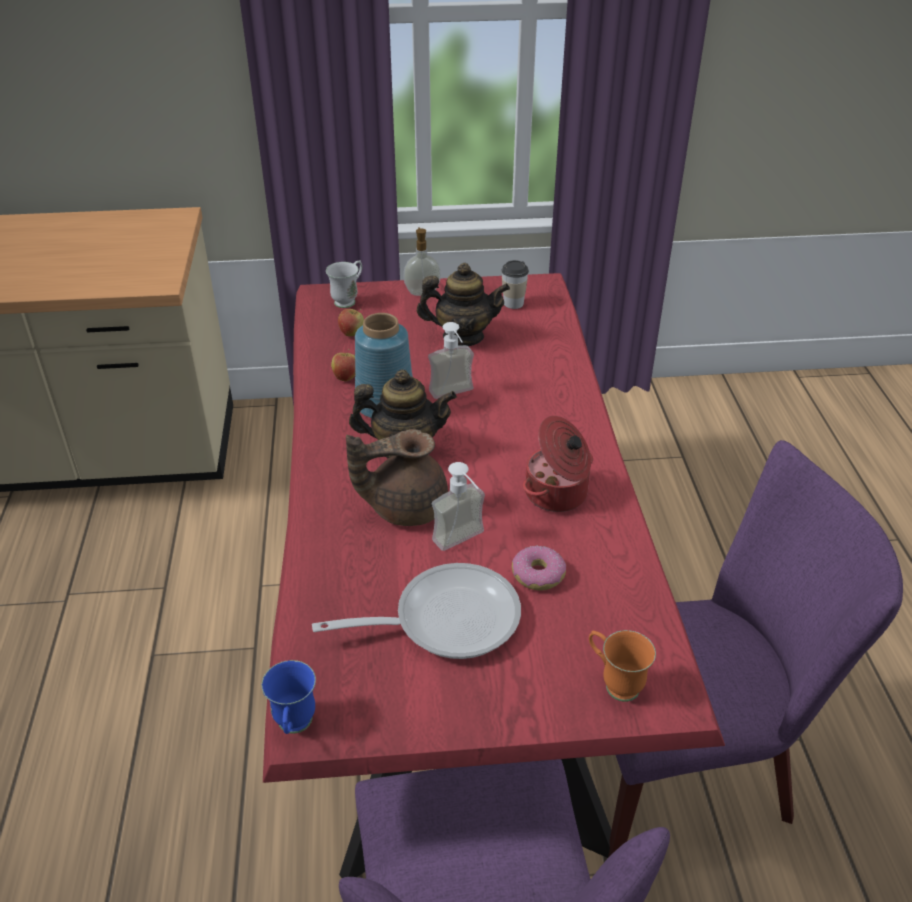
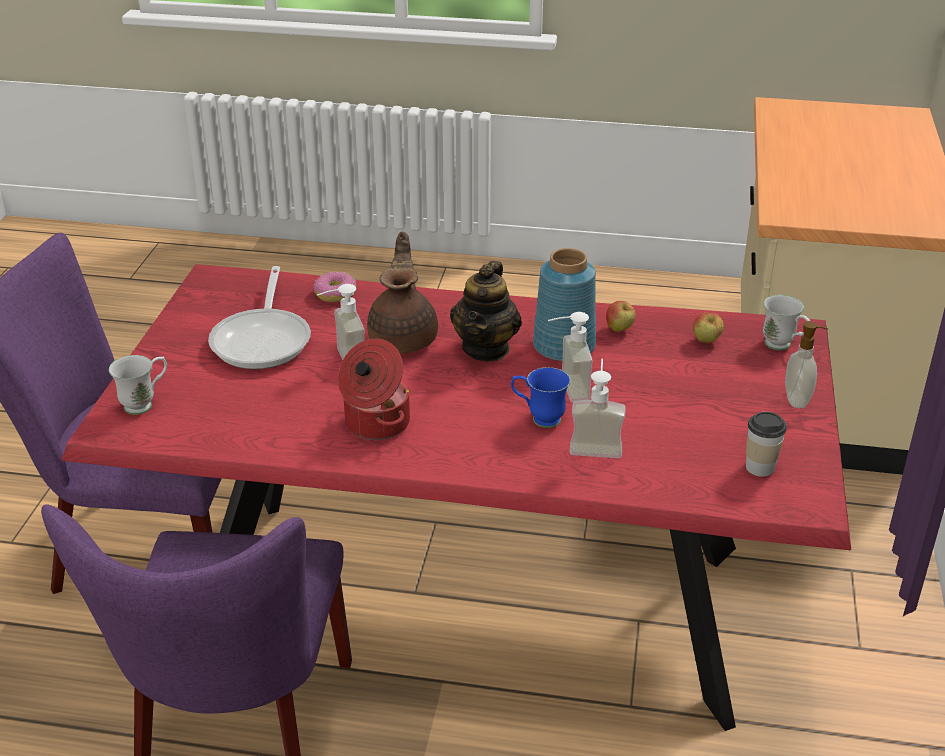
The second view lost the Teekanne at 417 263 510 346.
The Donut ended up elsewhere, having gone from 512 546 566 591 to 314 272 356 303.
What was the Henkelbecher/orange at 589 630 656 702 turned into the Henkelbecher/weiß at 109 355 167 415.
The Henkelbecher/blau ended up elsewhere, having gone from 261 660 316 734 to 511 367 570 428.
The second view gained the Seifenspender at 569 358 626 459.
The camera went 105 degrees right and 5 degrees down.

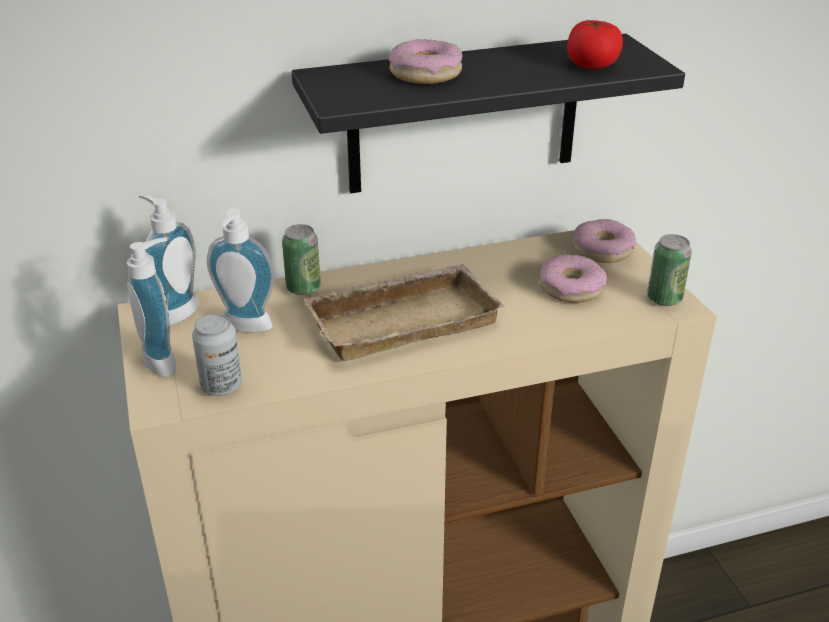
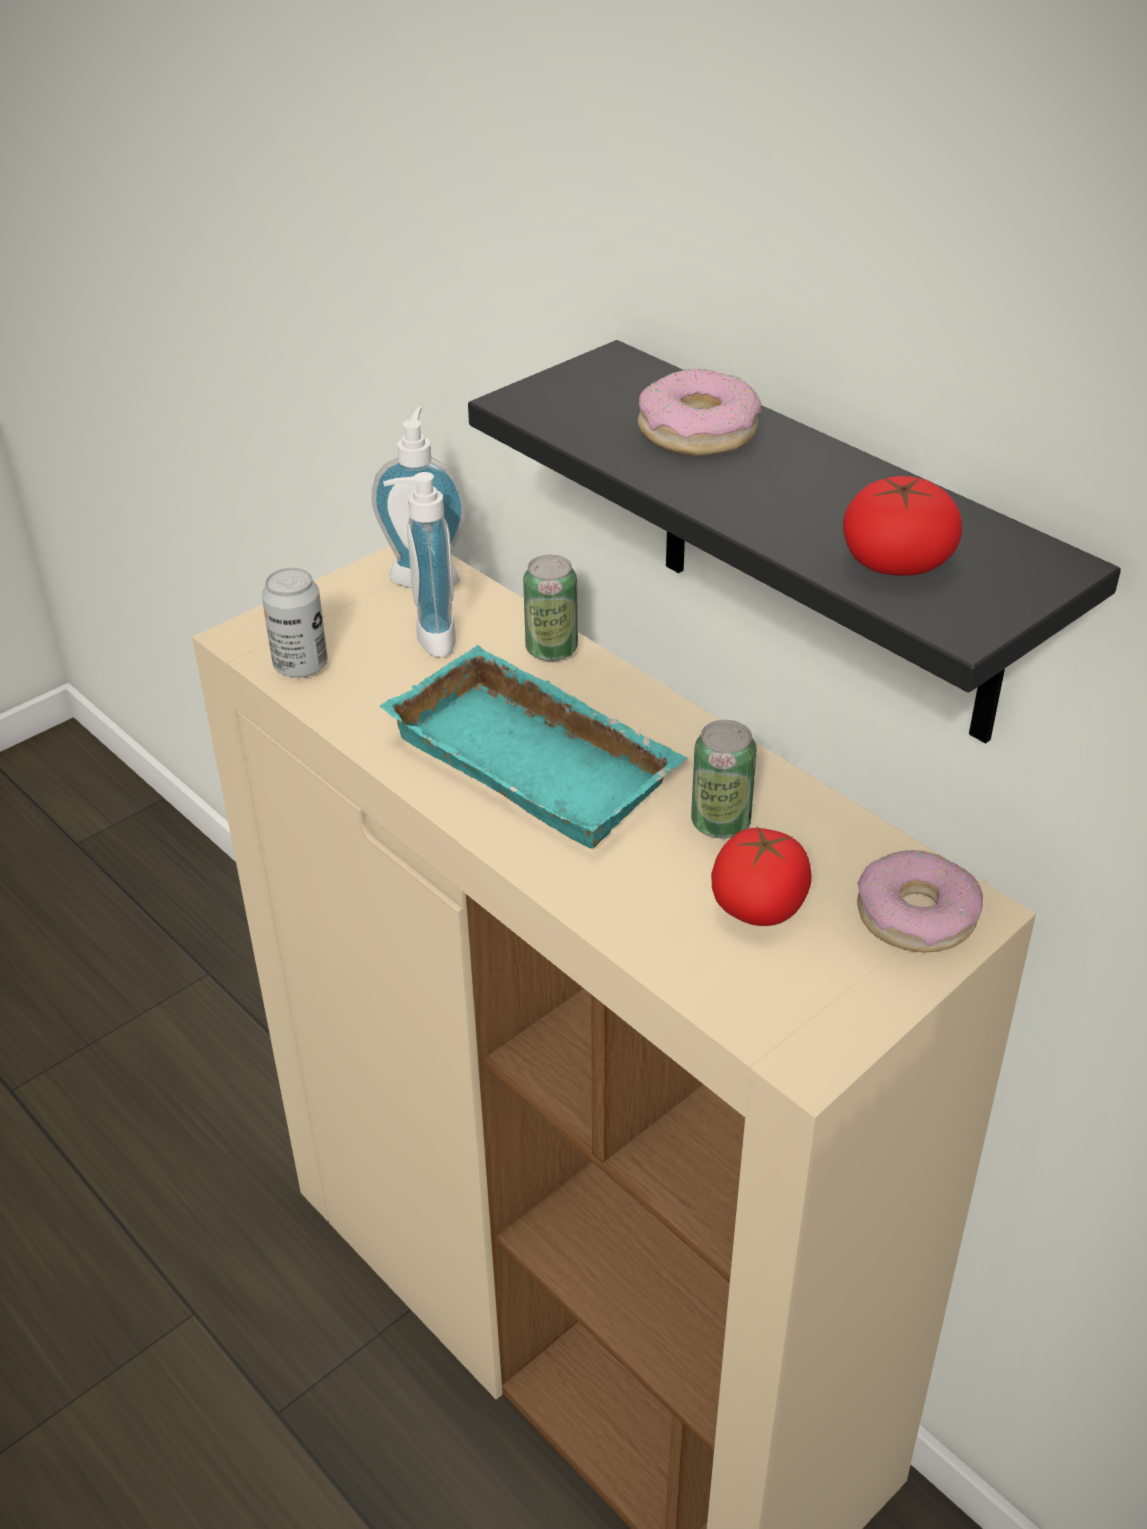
The Dose ended up elsewhere, having gone from 647 234 692 306 to 691 720 757 838.
The second view lost the Seifenspender at 127 237 176 377.
Where the Donut stood at 540 255 607 303, the Tomate came to stand at 711 826 812 926.
What was the Tablett/beige at 302 264 505 361 turned into the Tablett/türkis at 380 645 688 849.
The camera went 65 degrees right and 5 degrees up.

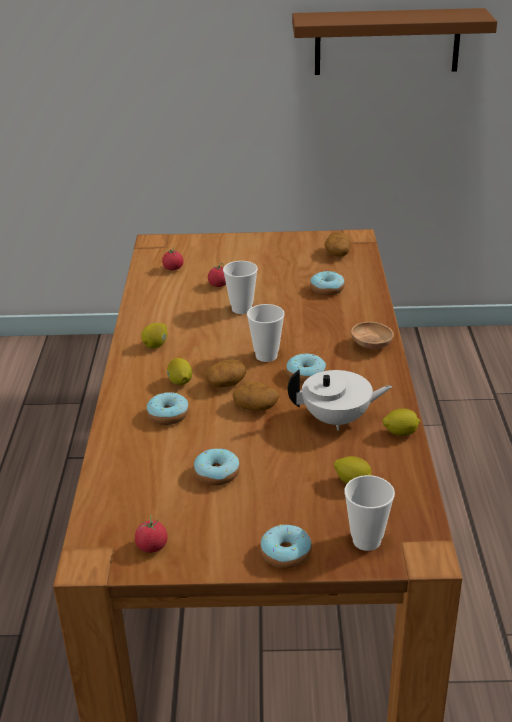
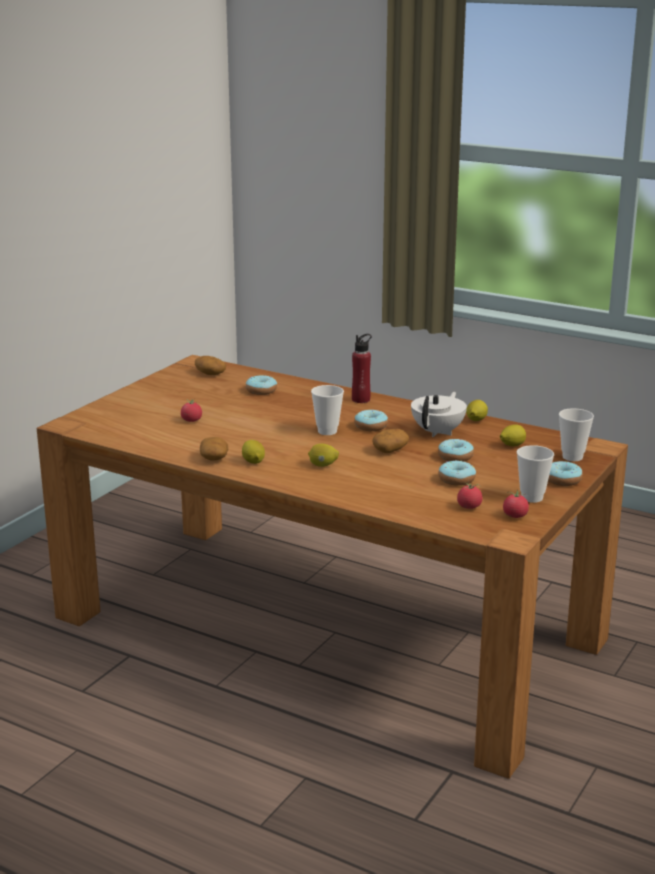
The second view lost the Wandregal/braun at 292 8 497 75.
The Tomate ended up elsewhere, having gone from 162 248 183 270 to 457 483 482 509.
The Tasse ended up elsewhere, having gone from 223 261 258 314 to 517 445 554 503.
Where the Schüssel/braun stood at 351 322 394 349, the Flasche/rot came to stand at 352 334 372 403.
The Kartoffel ended up elsewhere, having gone from 205 359 246 387 to 200 437 228 461.
The Donut ended up elsewhere, having gone from 147 392 189 425 to 438 439 474 461.
The camera went 60 degrees left and 10 degrees down.

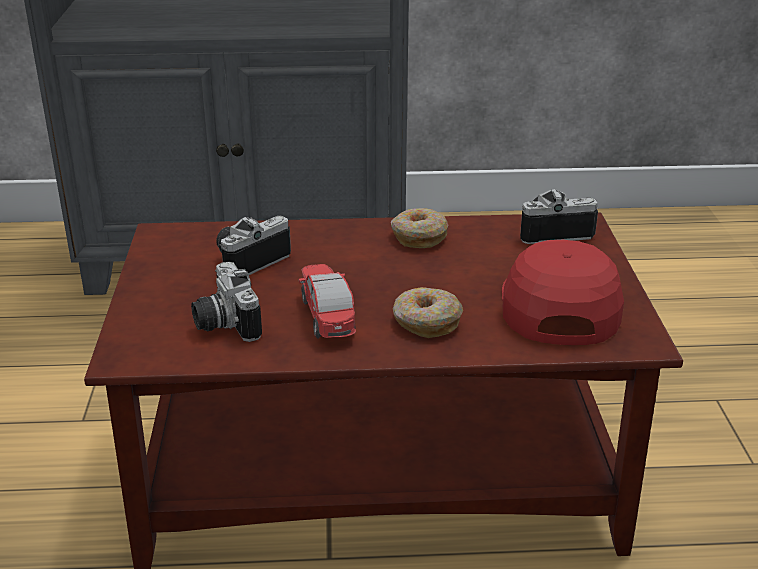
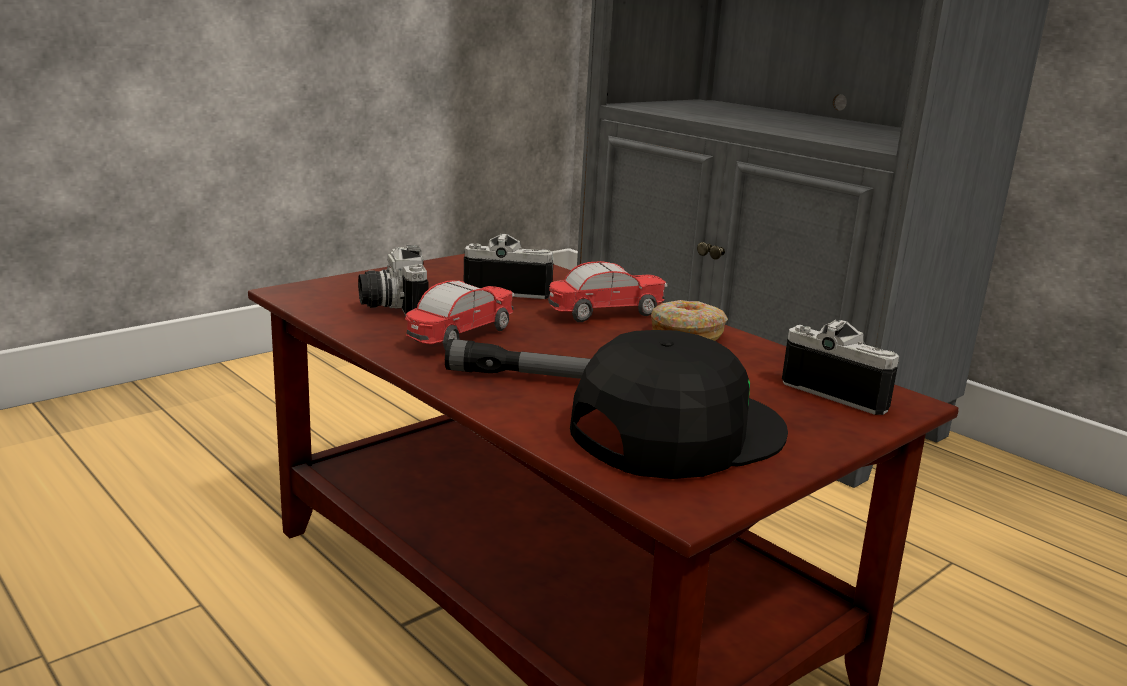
What was the Kappe/rot at 502 240 624 345 turned into the Kappe/schwarz at 570 330 788 479.
The Kamera at 191 262 262 342 ended up facing another way, 45 degrees counterclockwise from before.
Where the Donut stood at 393 287 463 338, the Taschenlampe came to stand at 445 339 591 379.
The second view gained the Spielzeugauto at 548 261 668 322.
The camera went 50 degrees right and 10 degrees down.

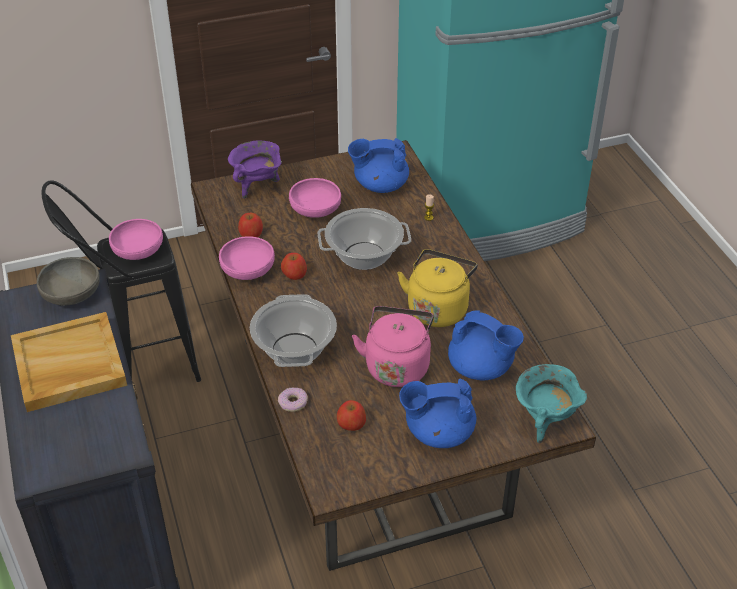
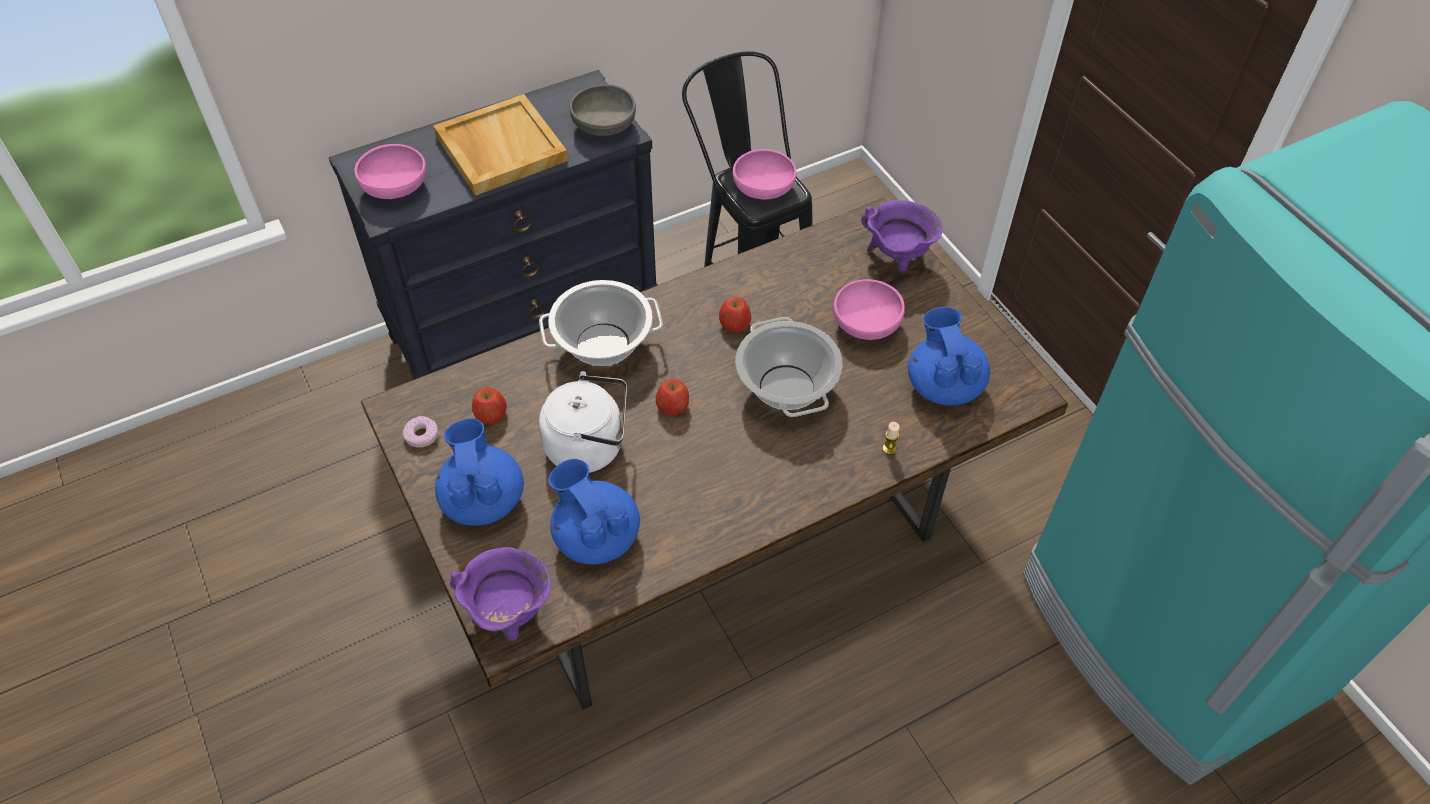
The Apfel ended up elsewhere, having gone from 238 212 263 237 to 656 379 689 416.
The Schüssel/rosa ended up elsewhere, having gone from 219 236 275 280 to 354 144 426 199.
The second view lost the Wasserkessel/gelb at 397 249 478 327.
What was the Wasserkessel/rosa at 352 306 434 387 turned into the Wasserkessel/weiß at 539 371 627 473.
The Teekanne/blau at 448 310 524 380 ended up facing another way, 120 degrees clockwise from before.
What was the Kochtopf/türkis at 516 364 587 443 turned into the Kochtopf/lila at 450 547 551 641.
The Donut ended up elsewhere, having gone from 278 387 308 412 to 403 416 438 448.
The camera went 80 degrees right and 10 degrees up.

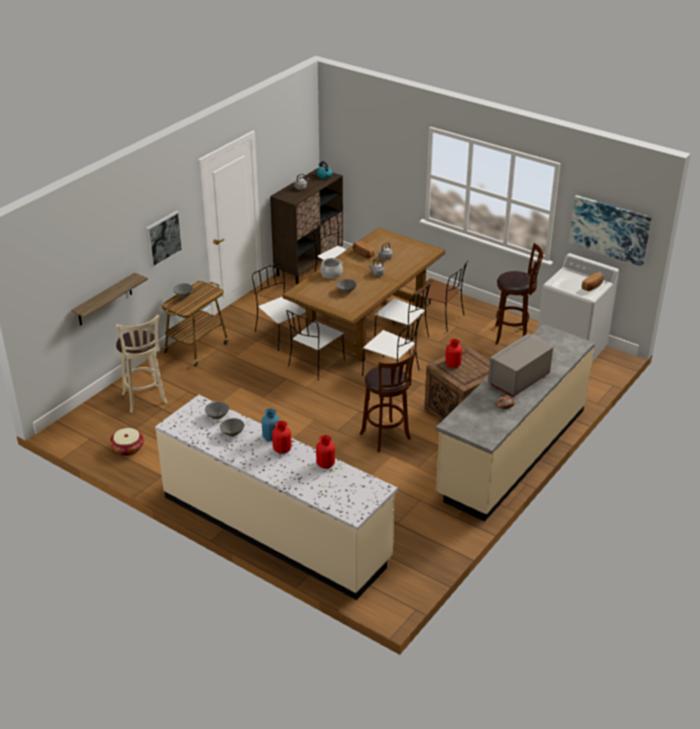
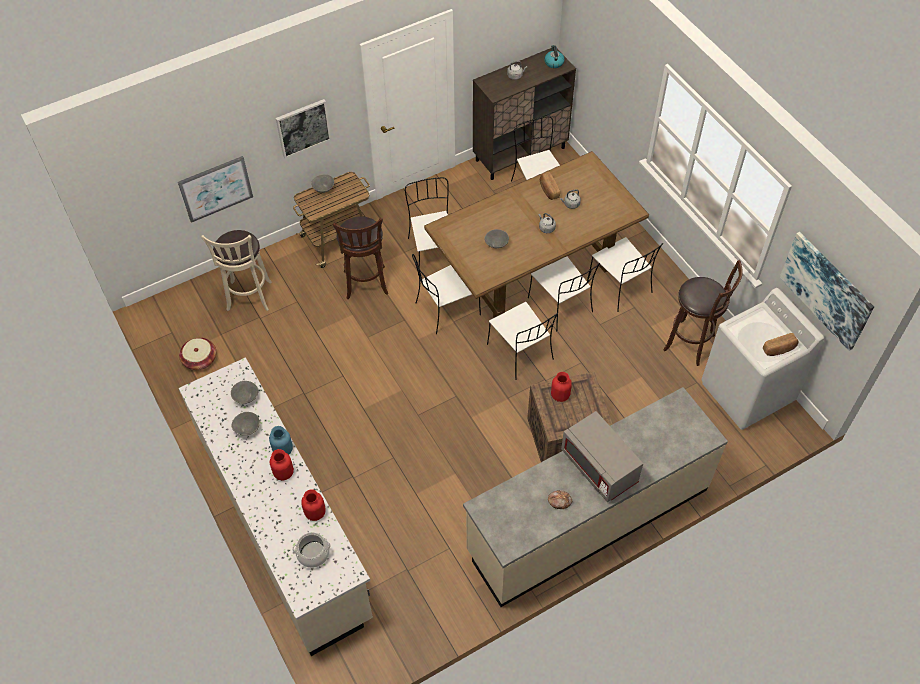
The Kochtopf ended up elsewhere, having gone from 320 258 343 279 to 292 533 331 568.
What was the Stuhl/braun at 413 261 468 332 turned into the Stuhl/weiß at 587 237 663 312.
Where the Wandregal hung at 71 273 148 325, the Bild came to hang at 178 156 253 223.
The Mikrowelle/grau at 488 334 553 397 ended up facing another way, 105 degrees counterclockwise from before.
The Hocker/braun ended up elsewhere, having gone from 360 349 417 452 to 333 216 388 299.
The camera went 25 degrees right and 20 degrees up.

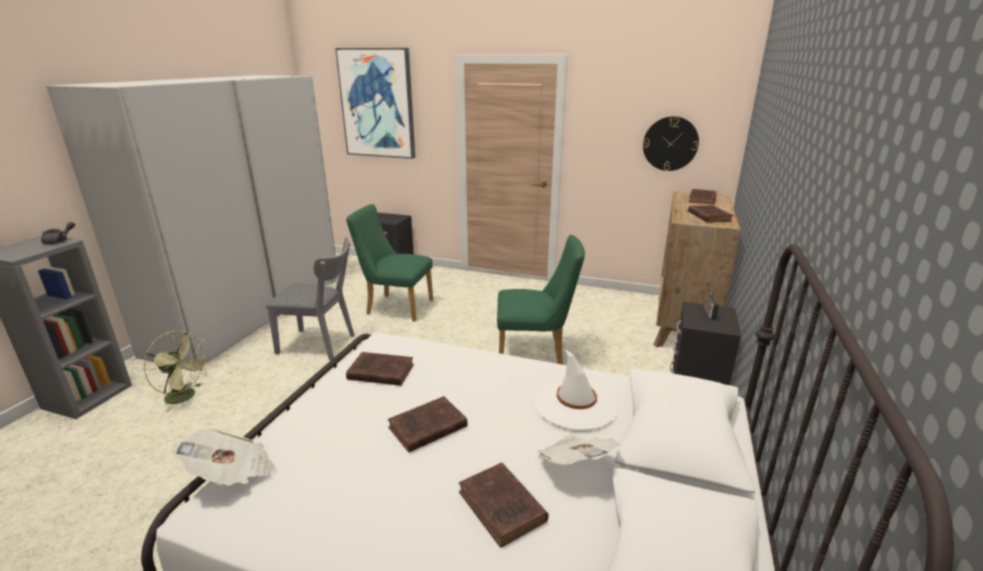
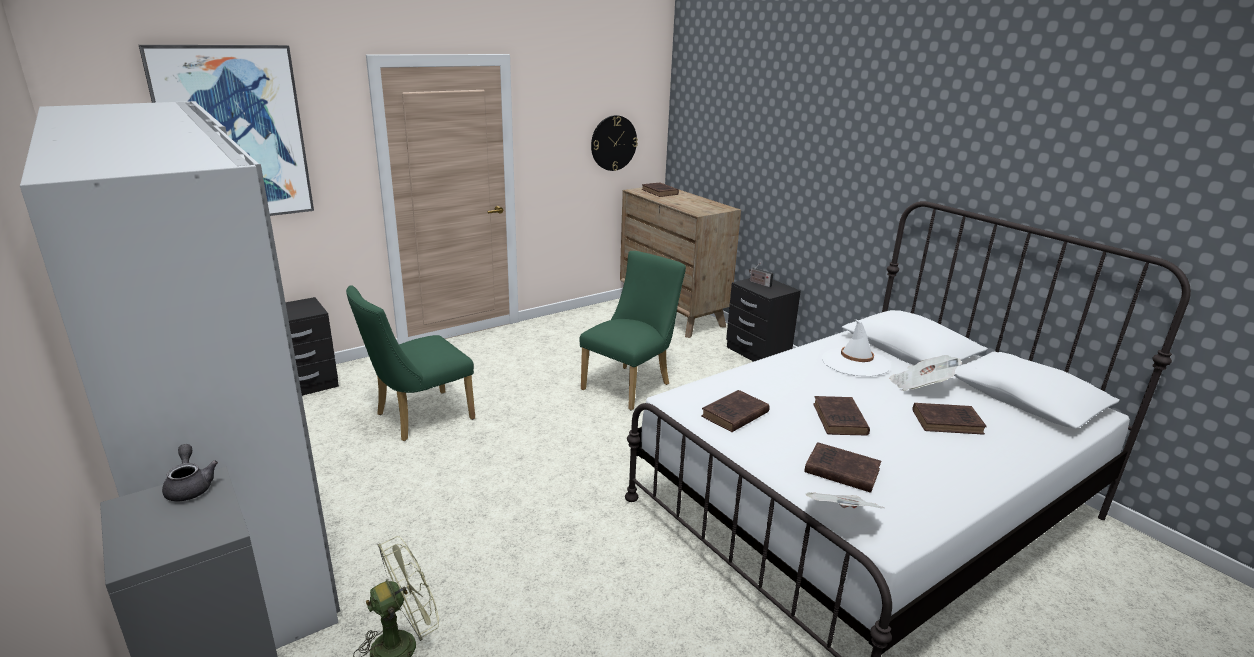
The Buch/braun ended up elsewhere, having gone from 688 205 733 223 to 804 442 881 493.
The second view lost the Stuhl/grau at 266 237 354 361.
The camera went 55 degrees left and 0 degrees up.

